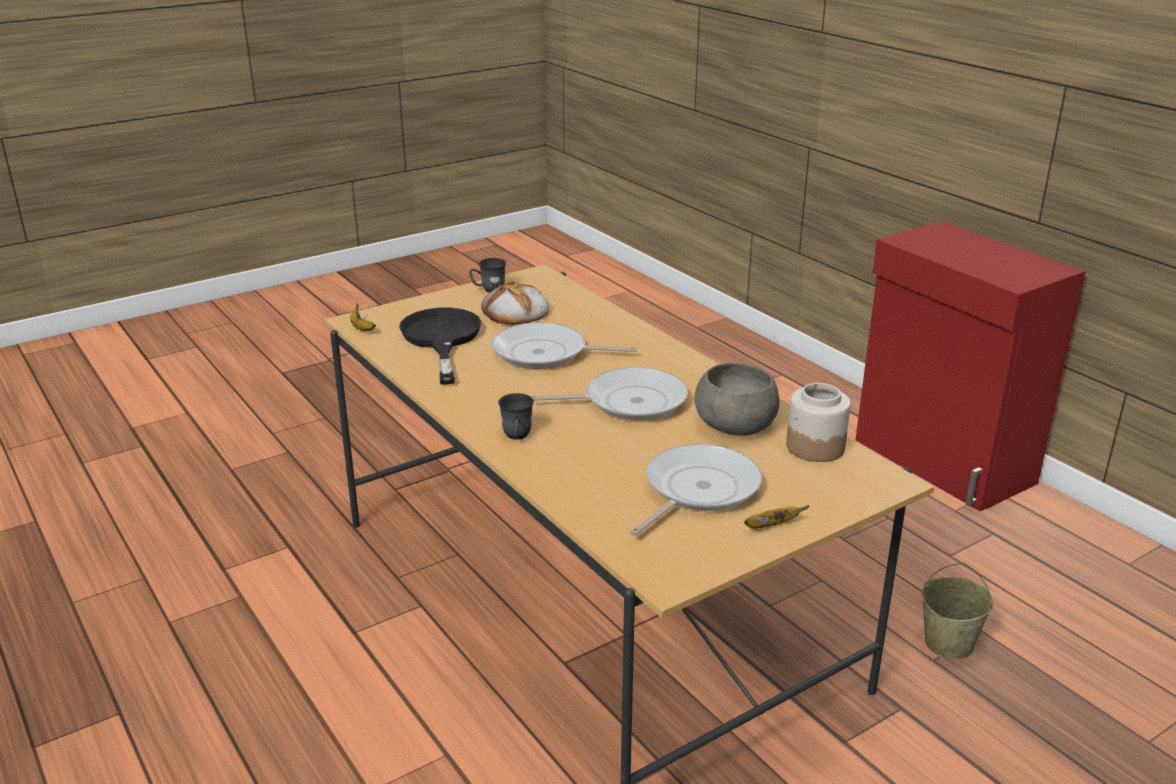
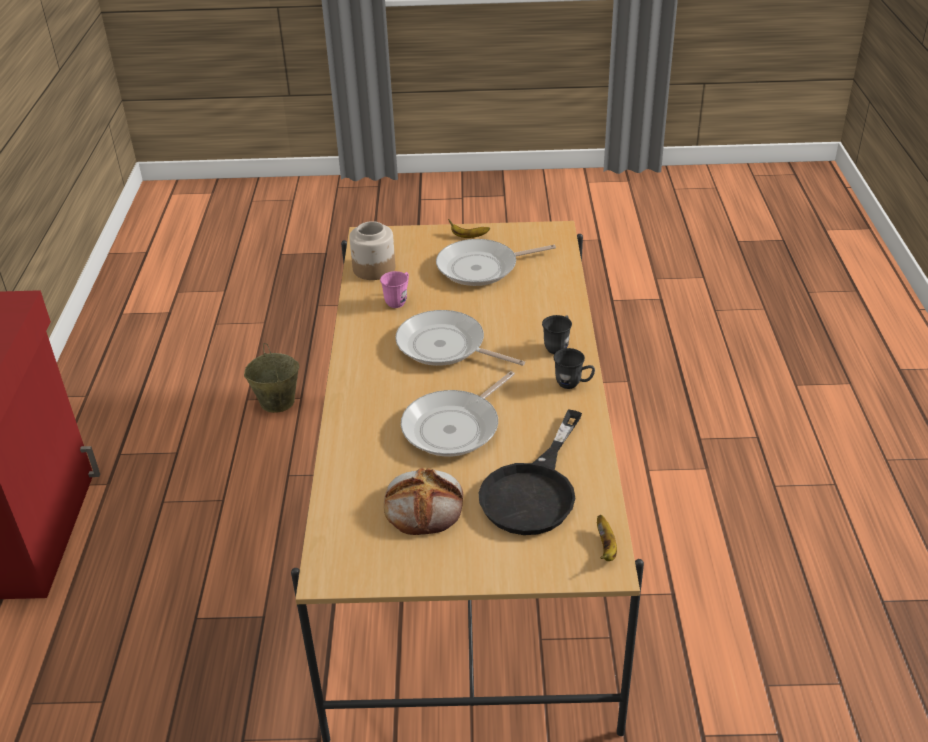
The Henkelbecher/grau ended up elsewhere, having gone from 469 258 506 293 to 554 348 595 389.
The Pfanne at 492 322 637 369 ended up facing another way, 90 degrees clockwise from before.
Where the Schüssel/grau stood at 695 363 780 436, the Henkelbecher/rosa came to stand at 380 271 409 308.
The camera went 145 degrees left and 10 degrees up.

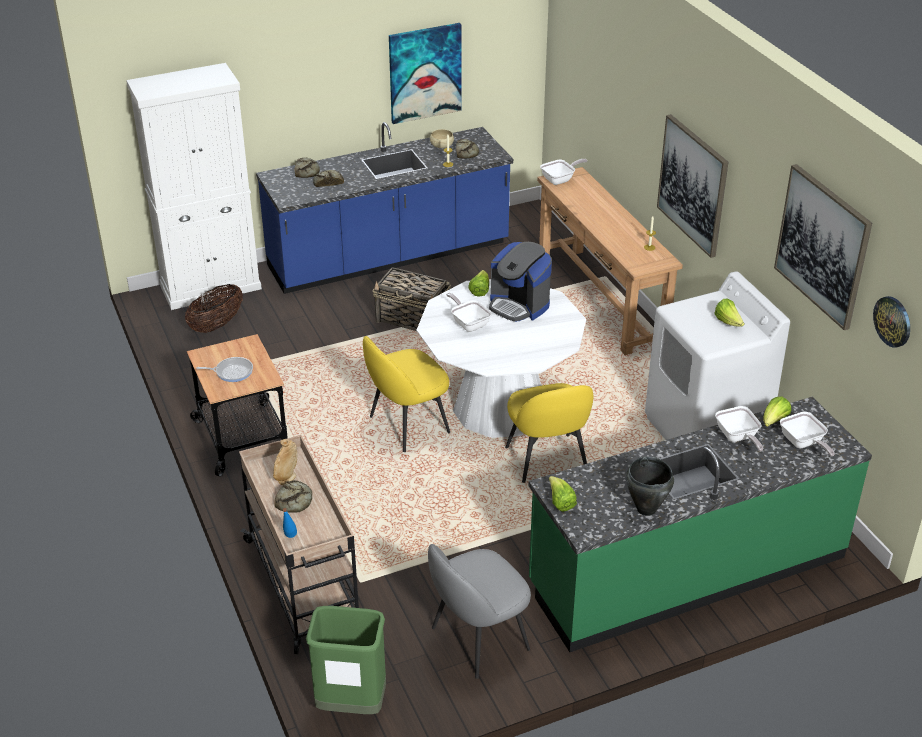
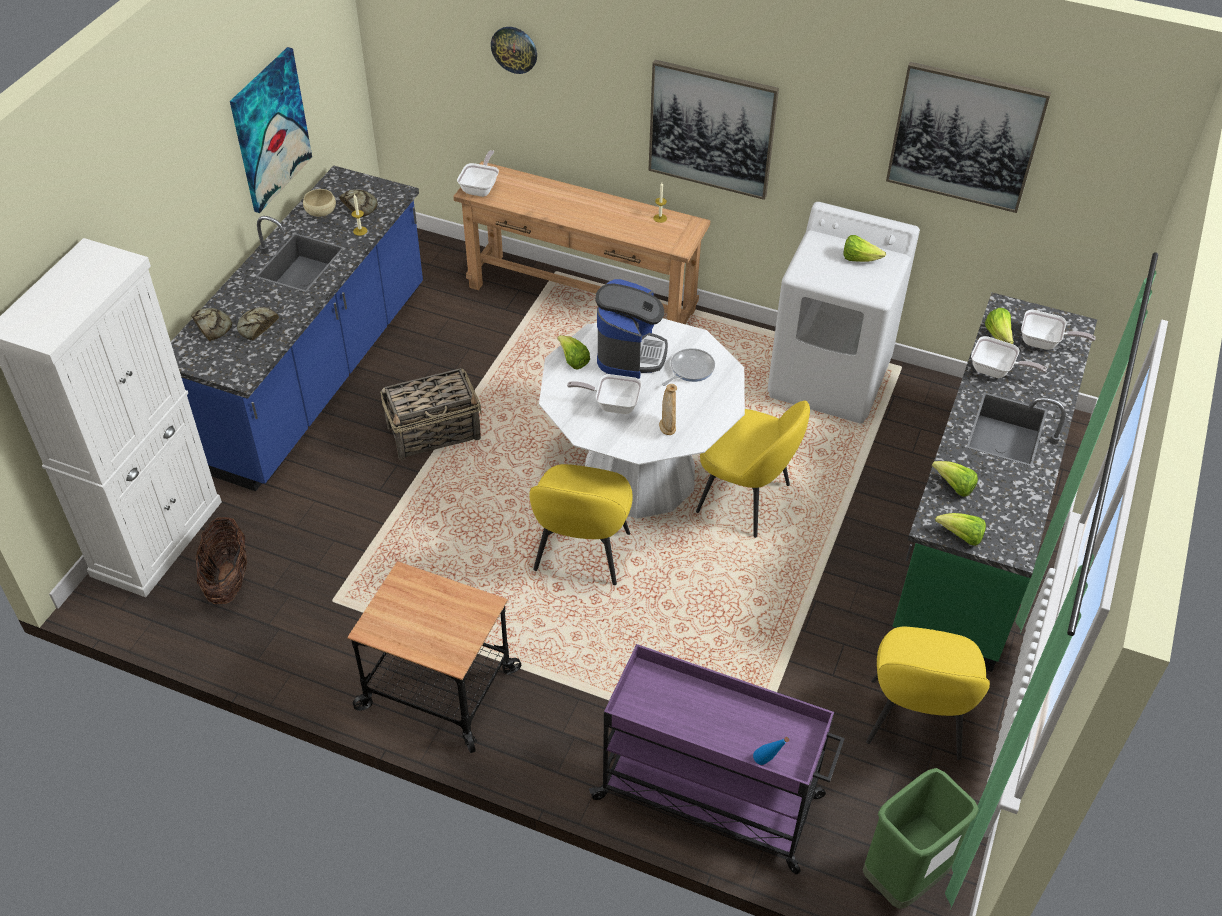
The Kaffeemaschine at 489 242 552 322 ended up facing another way, 75 degrees counterclockwise from before.
The Wanduhr ended up elsewhere, having gone from 873 296 910 348 to 491 27 537 74.
The Pfanne ended up elsewhere, having gone from 196 357 253 382 to 662 348 715 386.
What was the Rollwagen/beige at 239 435 359 654 turned into the Rollwagen/lila at 589 644 845 874.
The Vase/beige ended up elsewhere, having gone from 273 439 297 485 to 659 384 677 435.
The second view lost the Kochtopf/schwarz at 626 456 674 516.
The second view lost the Brot at 274 480 312 513.
What was the Stuhl/grau at 428 544 531 679 turned into the Stuhl/gelb at 866 627 990 760.
The second view gained the Salatkopf at 932 461 978 497.
The camera went 45 degrees left and 10 degrees up.

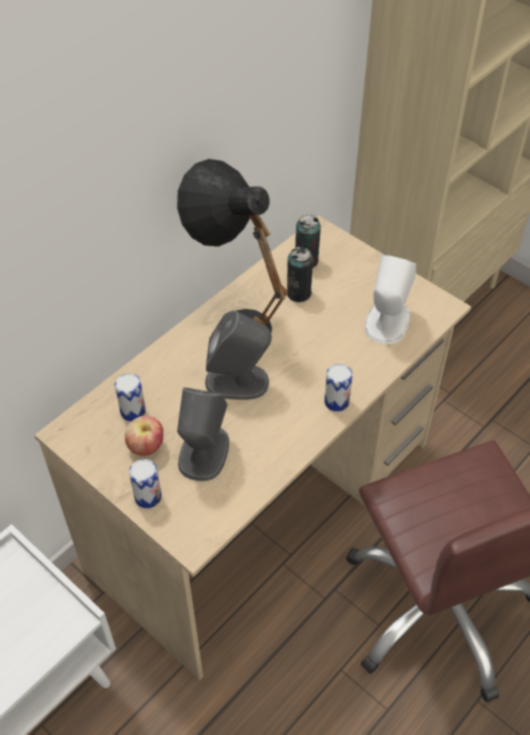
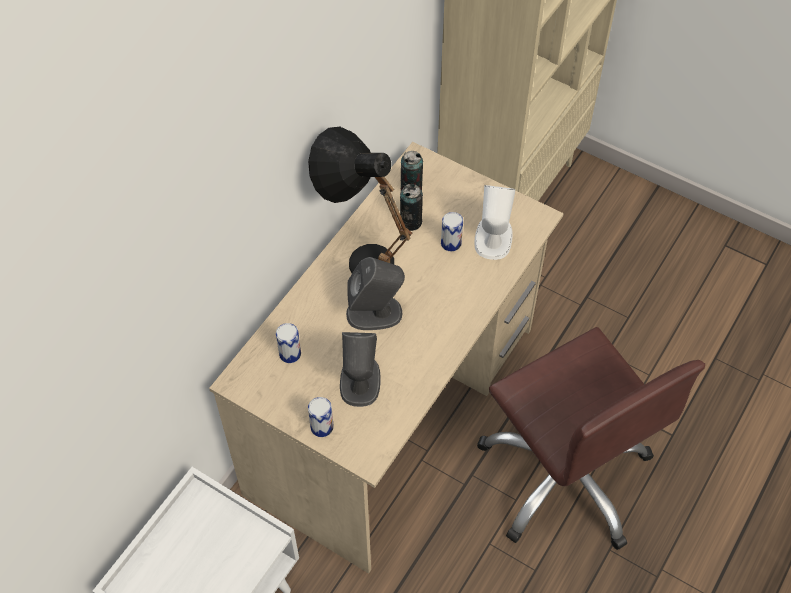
The Dose ended up elsewhere, having gone from 324 364 353 412 to 441 212 463 251.
The second view lost the Apfel at 125 416 163 456.
The camera went 10 degrees left and 5 degrees up.

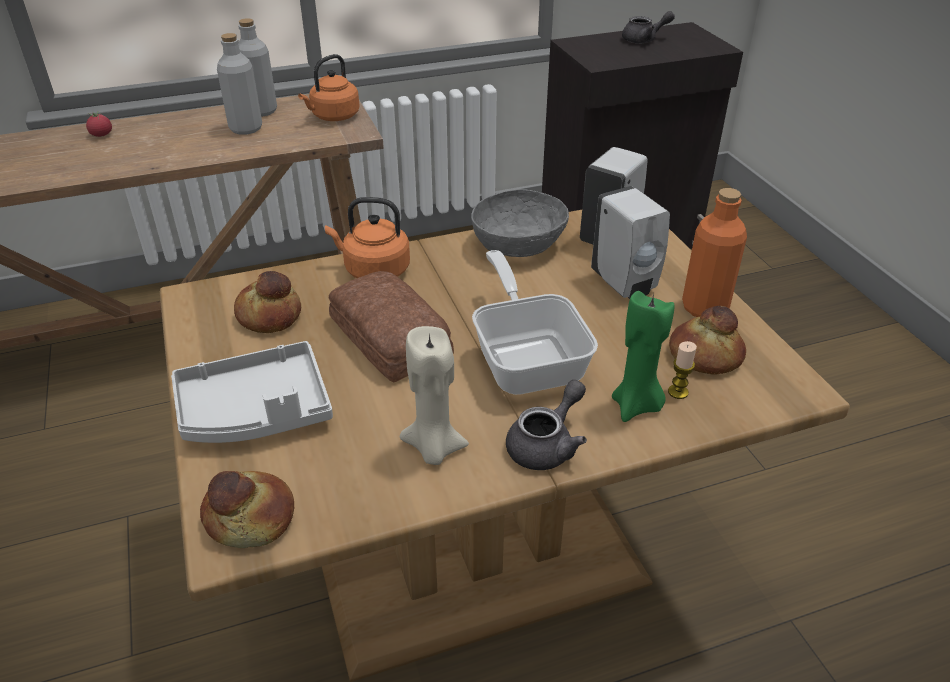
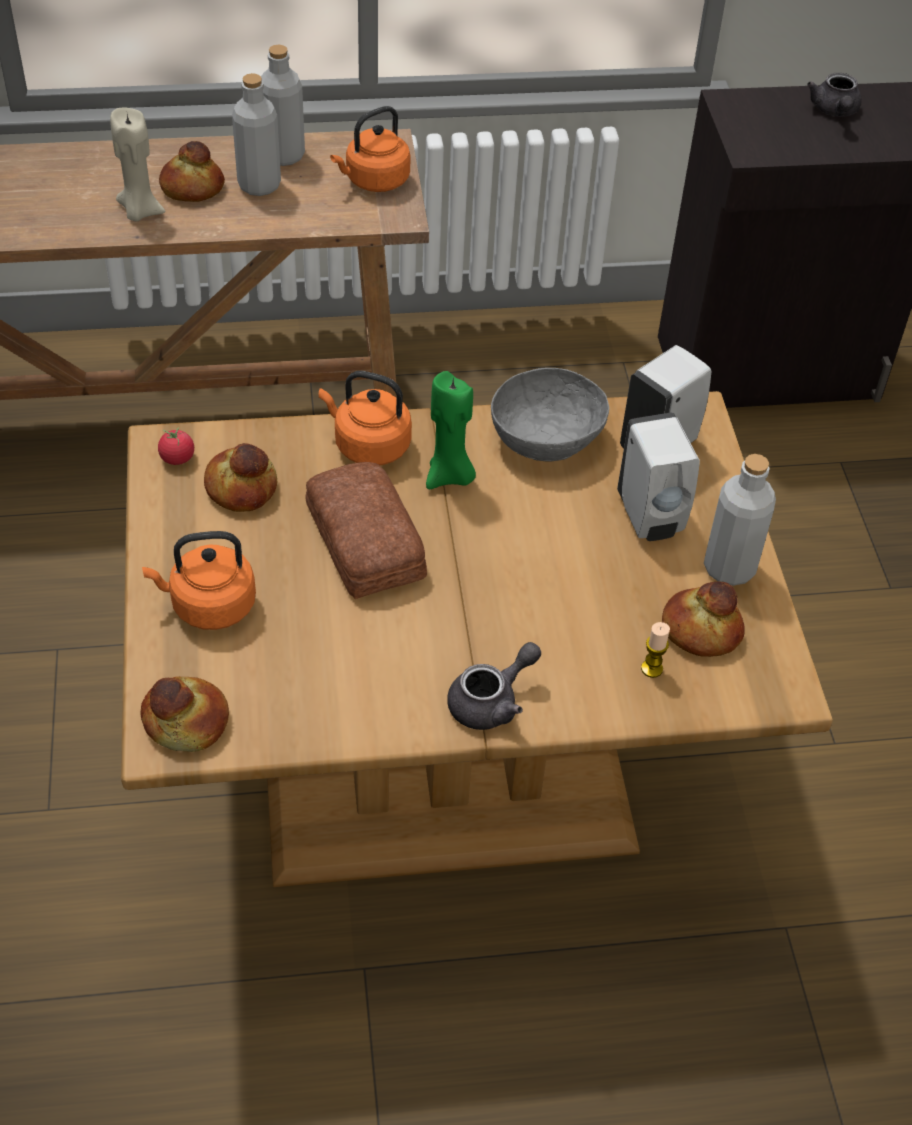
The Teekanne/grau at 622 11 675 43 ended up facing another way, 90 degrees clockwise from before.
The Tomate ended up elsewhere, having gone from 86 111 112 137 to 158 427 194 465.
What was the Flasche/orange at 682 188 747 317 turned into the Flasche/grau at 704 454 776 586.
The second view lost the Pfanne at 472 250 598 395.
The Kerze/grün ended up elsewhere, having gone from 612 291 674 422 to 426 371 476 489.
The Kerze/beige ended up elsewhere, having gone from 400 326 469 465 to 110 107 165 221.
Where the Tablett/grau stood at 171 341 333 443, the Wasserkessel/orange came to stand at 142 531 256 630.
The second view gained the Brot at 159 141 225 202.
The camera went 10 degrees right and 10 degrees up.

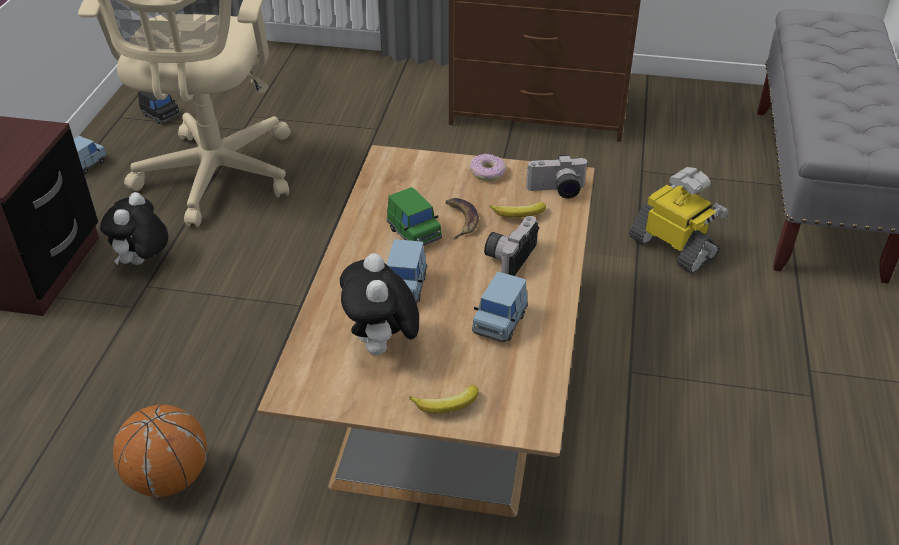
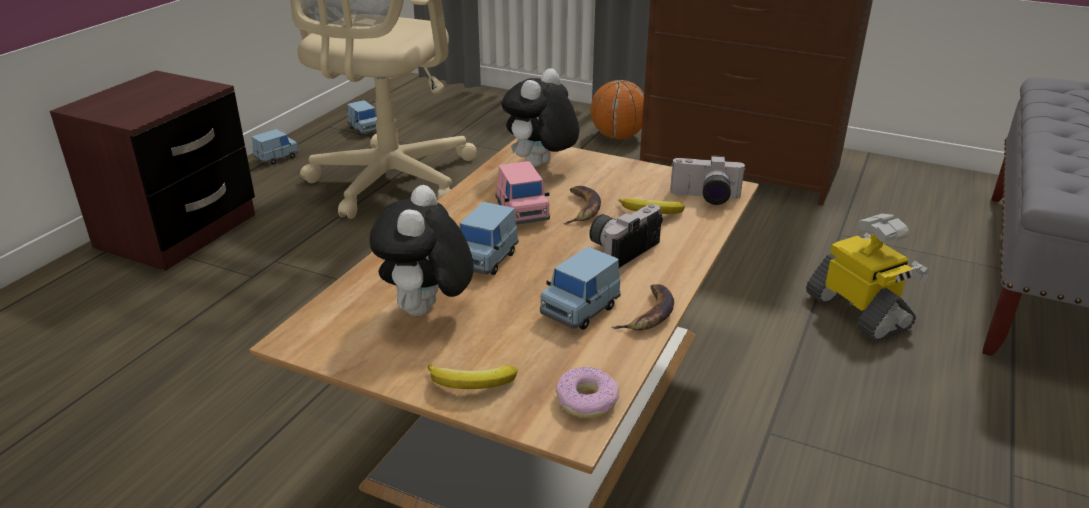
What was the Spielzeugauto/schwarz at 138 91 180 124 turned into the Spielzeugauto/blau at 347 100 377 135.
The Donut ended up elsewhere, having gone from 470 154 506 181 to 556 367 619 418.
What was the Spielzeugauto/grün at 387 187 442 246 turned into the Spielzeugauto/rosa at 496 161 550 225.
The Plüschtier ended up elsewhere, having gone from 100 192 168 265 to 501 68 579 167.
The Basketball ended up elsewhere, having gone from 113 404 207 497 to 591 80 644 139.
The second view gained the Banane at 612 284 674 331.
The camera went 15 degrees right and 10 degrees down.

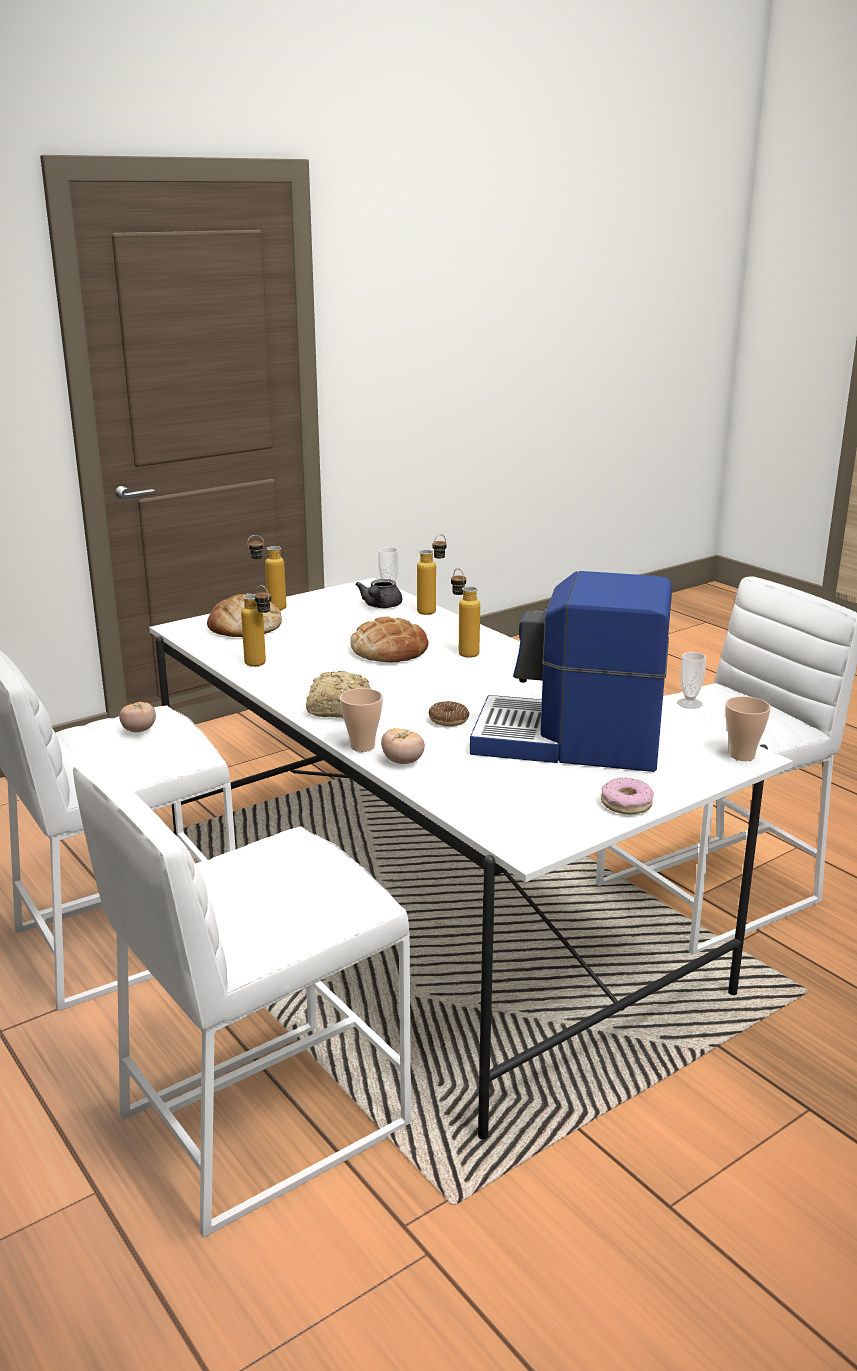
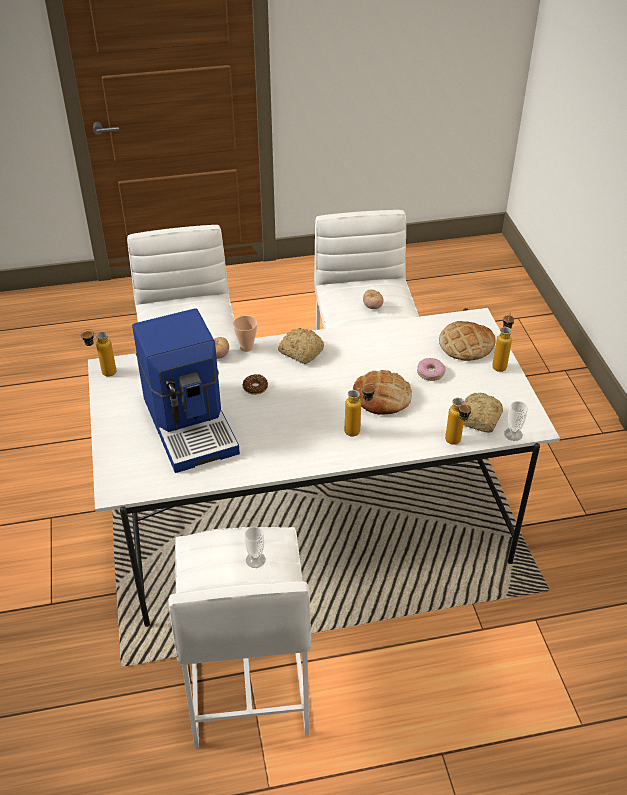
The Kaffeemaschine at 470 571 672 772 ended up facing another way, 120 degrees clockwise from before.
Where the Teekanne/grau stood at 355 579 402 608, the Brot came to stand at 463 393 503 432.
The Flasche ended up elsewhere, having gone from 241 585 271 667 to 81 329 116 377.
The second view lost the Tasse at 725 696 771 761.
The Donut ended up elsewhere, having gone from 601 777 654 814 to 417 358 446 381.
The camera went 115 degrees right and 20 degrees up.

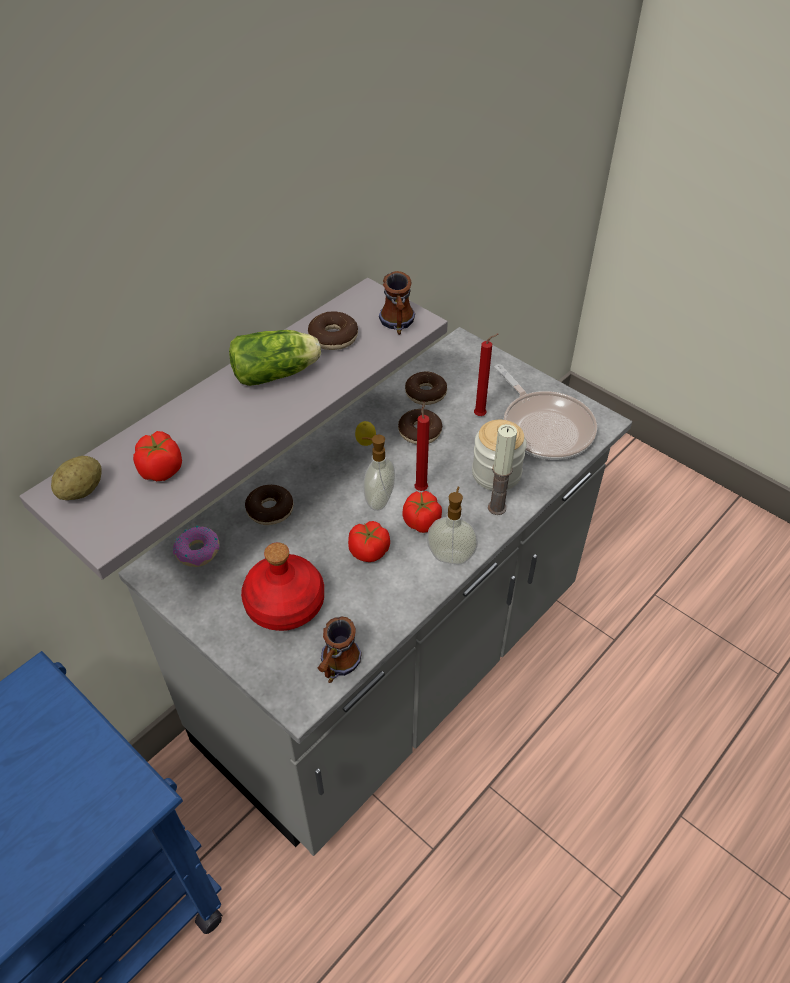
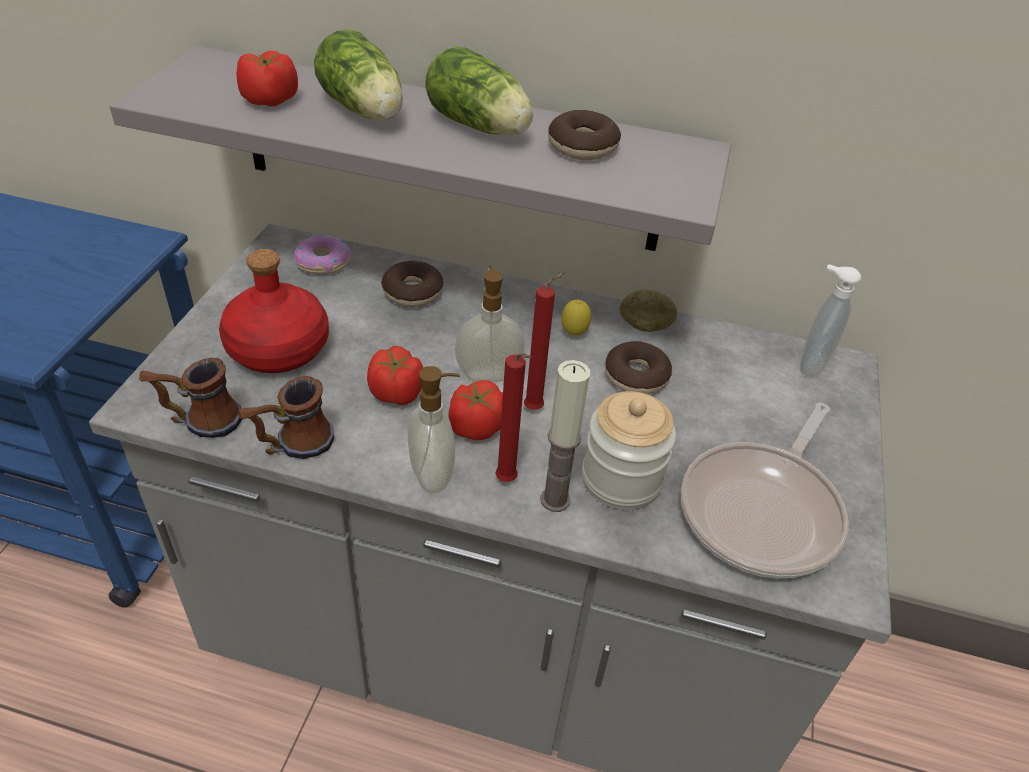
The Henkelbecher ended up elsewhere, having gone from 379 271 415 335 to 238 376 334 459.
The Kerze/rot ended up elsewhere, having gone from 474 333 499 416 to 495 353 531 482.
The second view lost the Donut at 405 371 447 405.
The Kartoffel ended up elsewhere, having gone from 51 456 102 500 to 620 289 677 332.
The second view gained the Salatkopf at 314 29 403 120.
The second view gained the Seifenspender at 800 264 861 377.
The camera went 60 degrees right and 5 degrees down.

